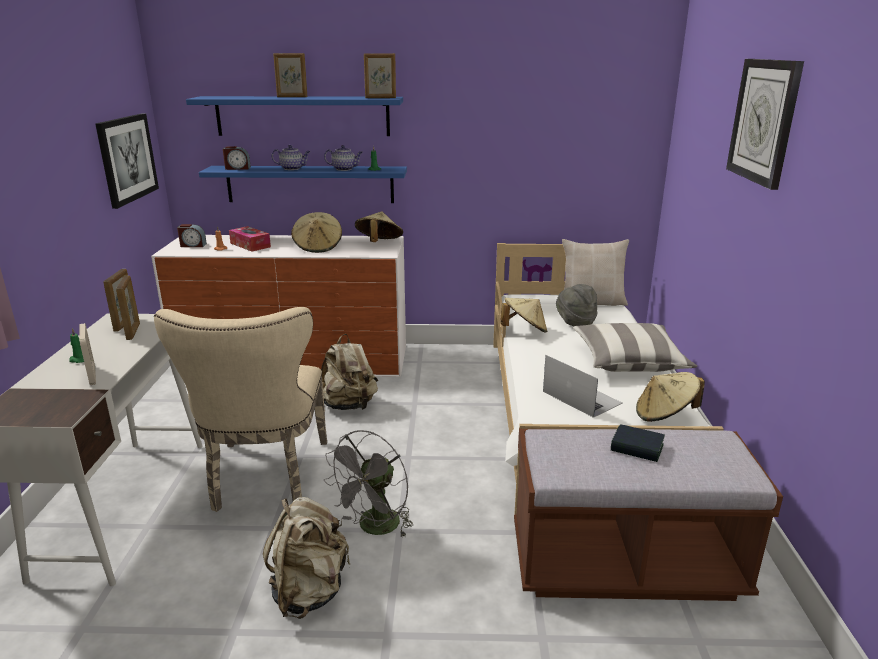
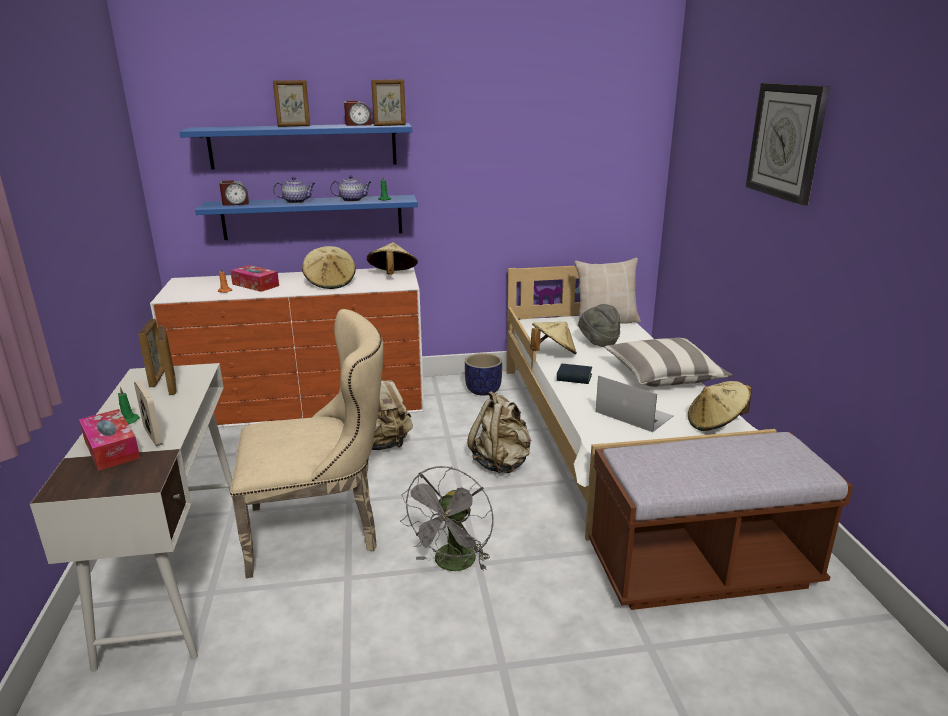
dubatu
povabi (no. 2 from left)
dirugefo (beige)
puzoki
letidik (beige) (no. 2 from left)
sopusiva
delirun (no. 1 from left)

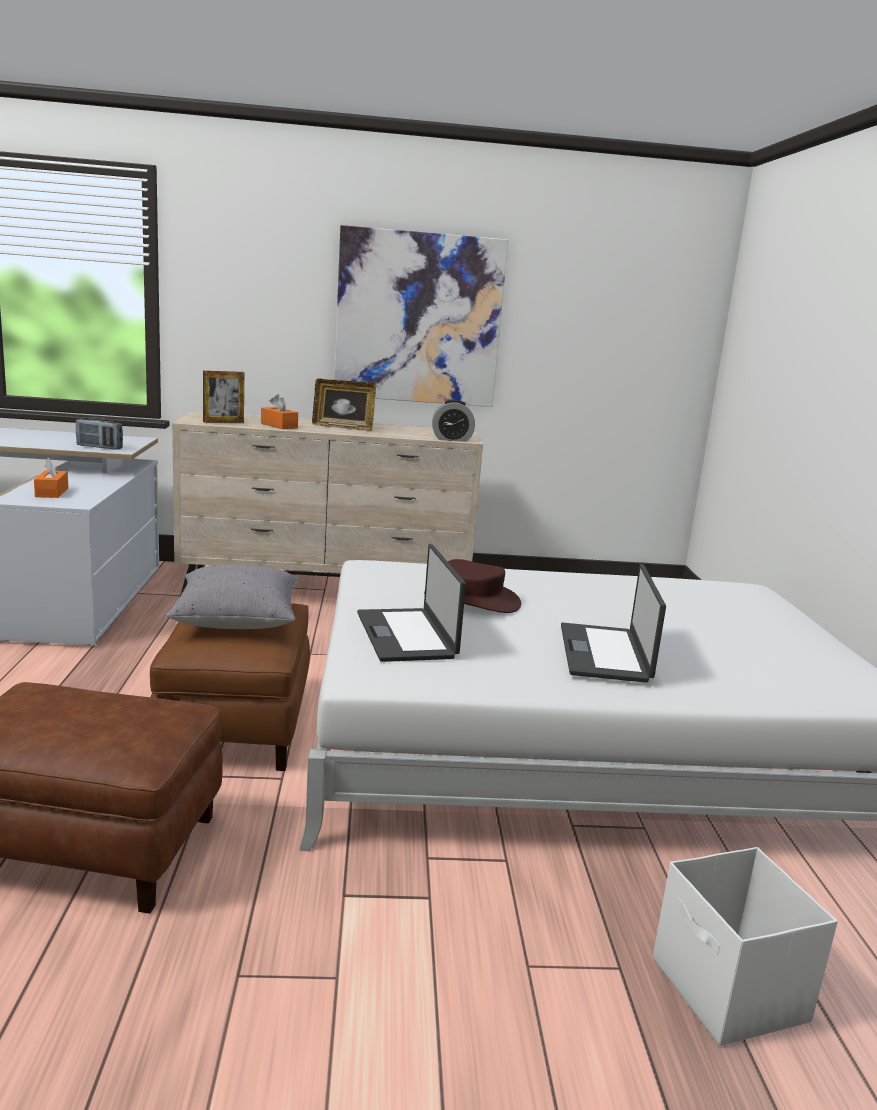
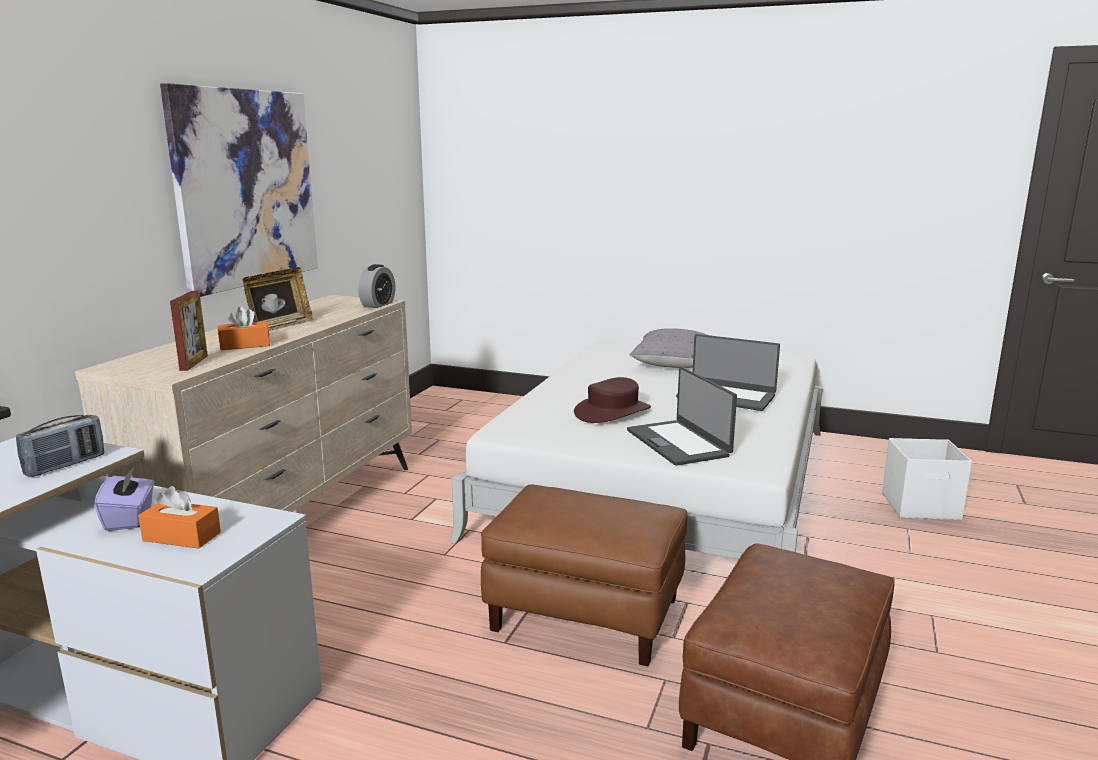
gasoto (no. 1 from left)
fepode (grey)
delirun (purple)

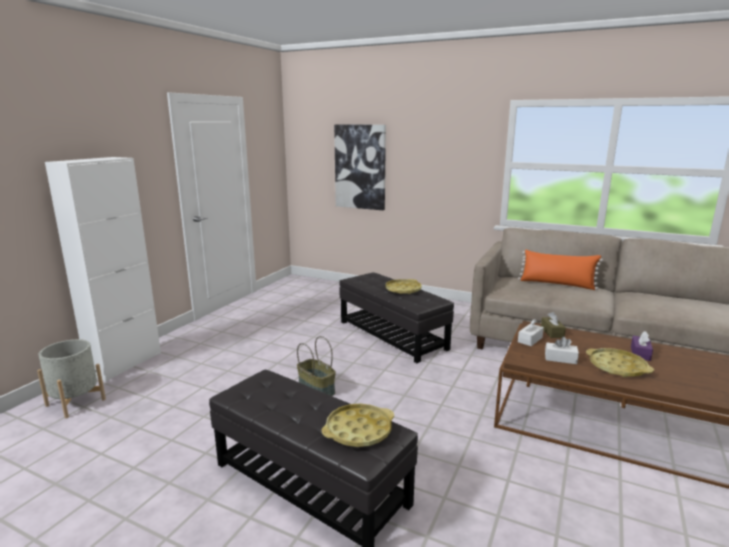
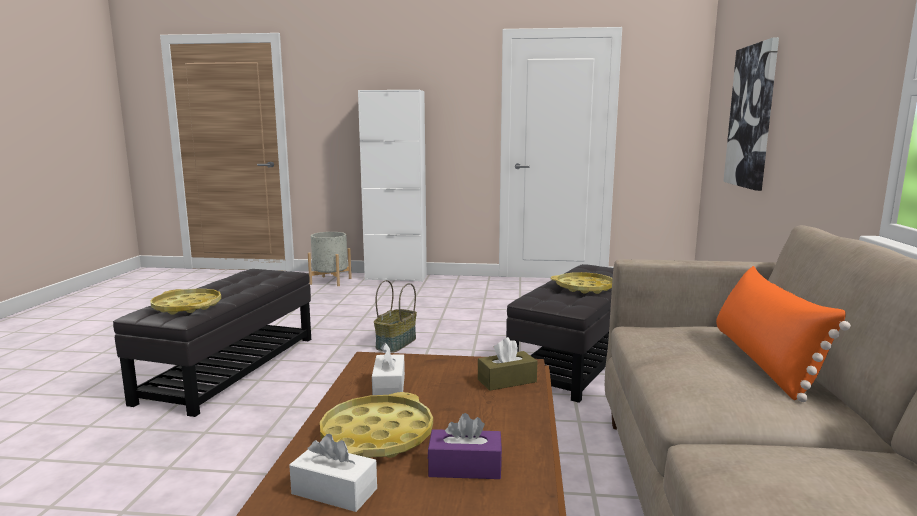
delirun (white) (no. 1 from left)

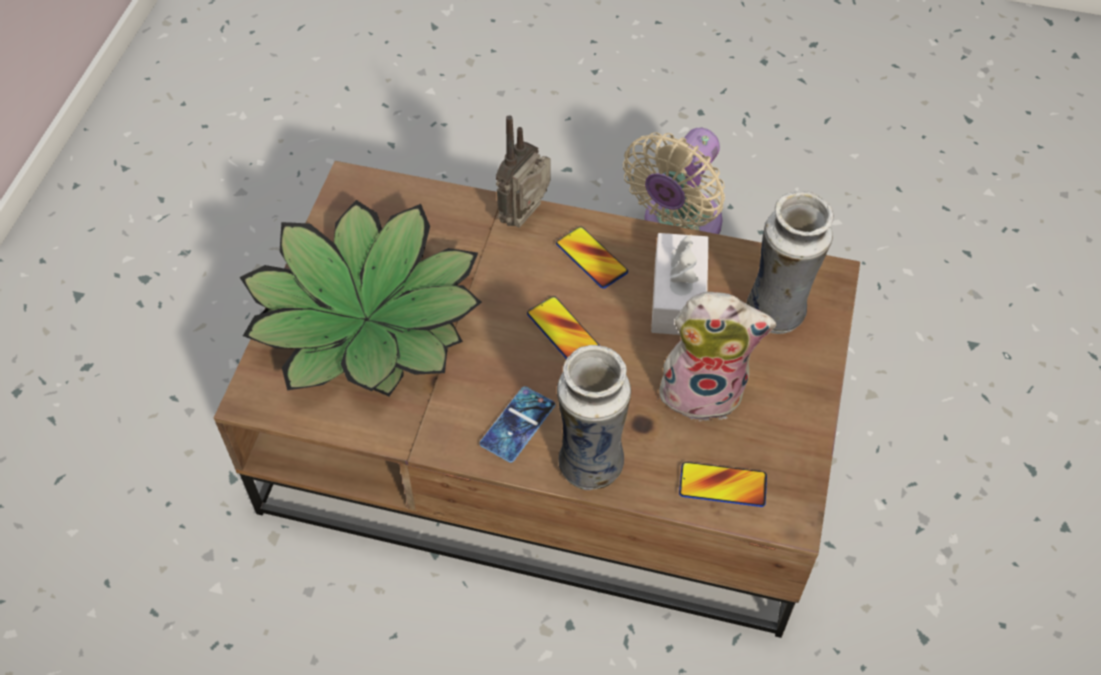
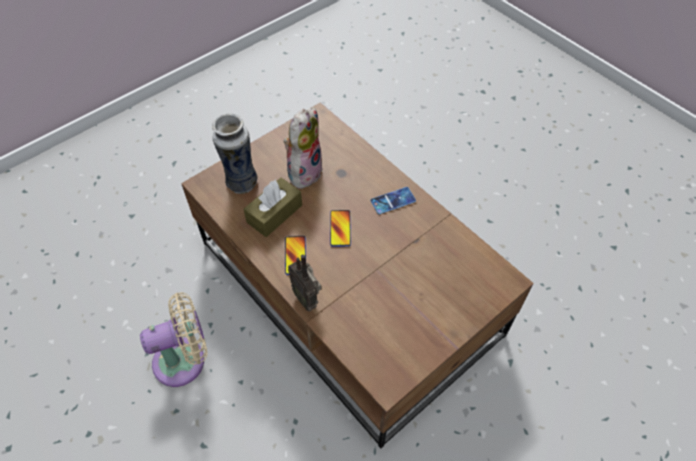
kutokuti
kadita
delirun (brown)
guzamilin
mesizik (no. 1 from left in the first image)
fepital (no. 4 from left in the first image)

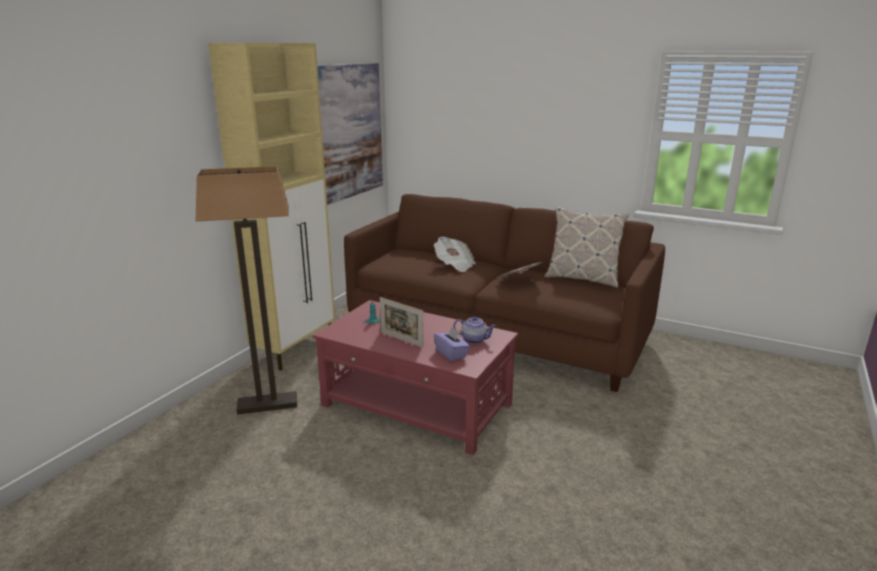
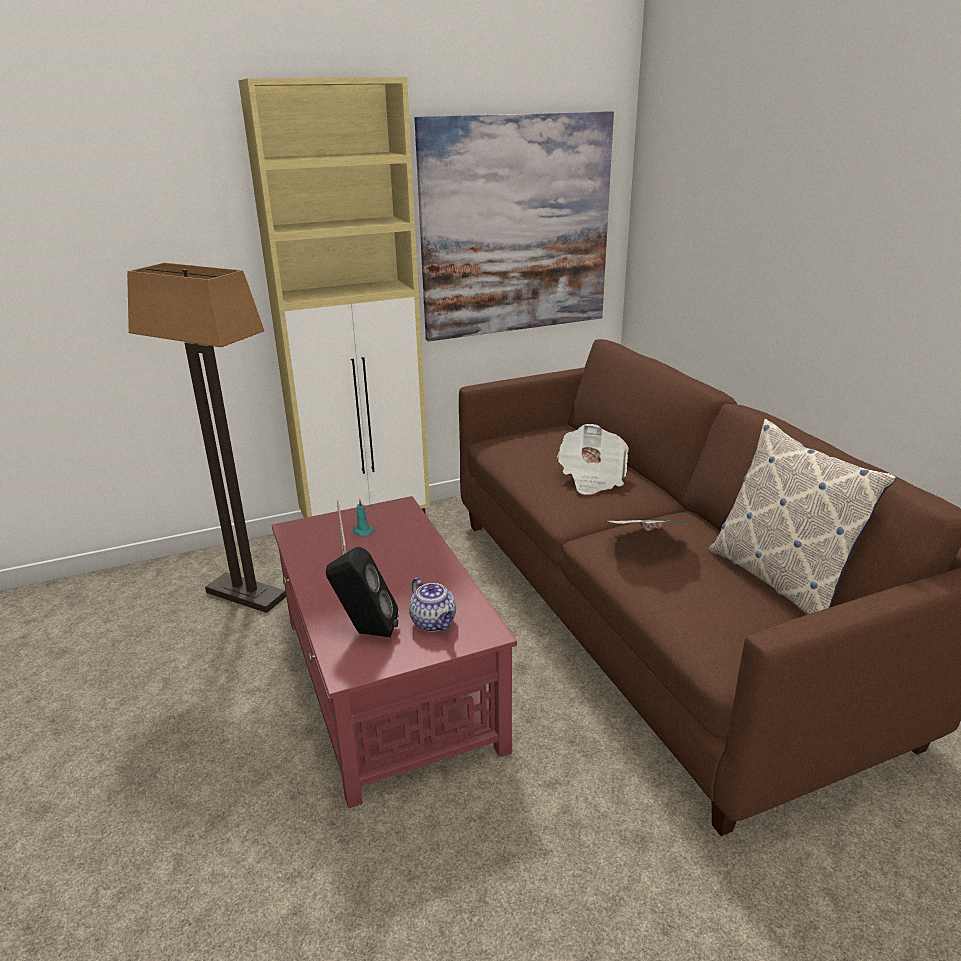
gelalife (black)

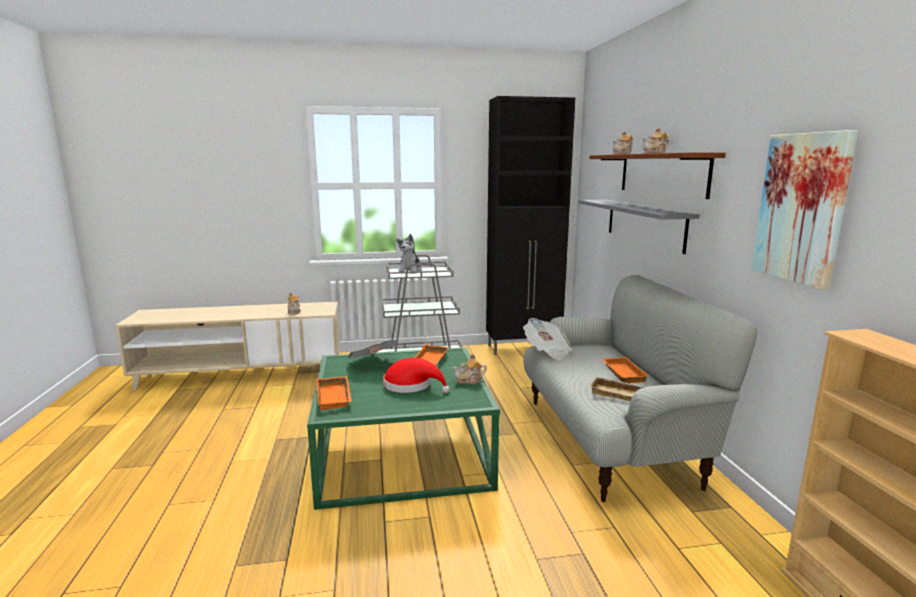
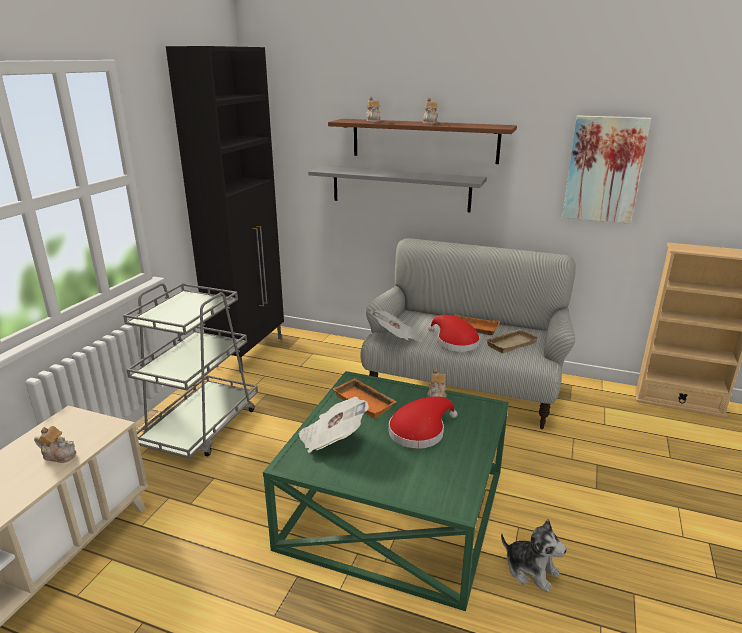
guzamilin
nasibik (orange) (no. 1 from left in the first image)
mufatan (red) (no. 2 from left)

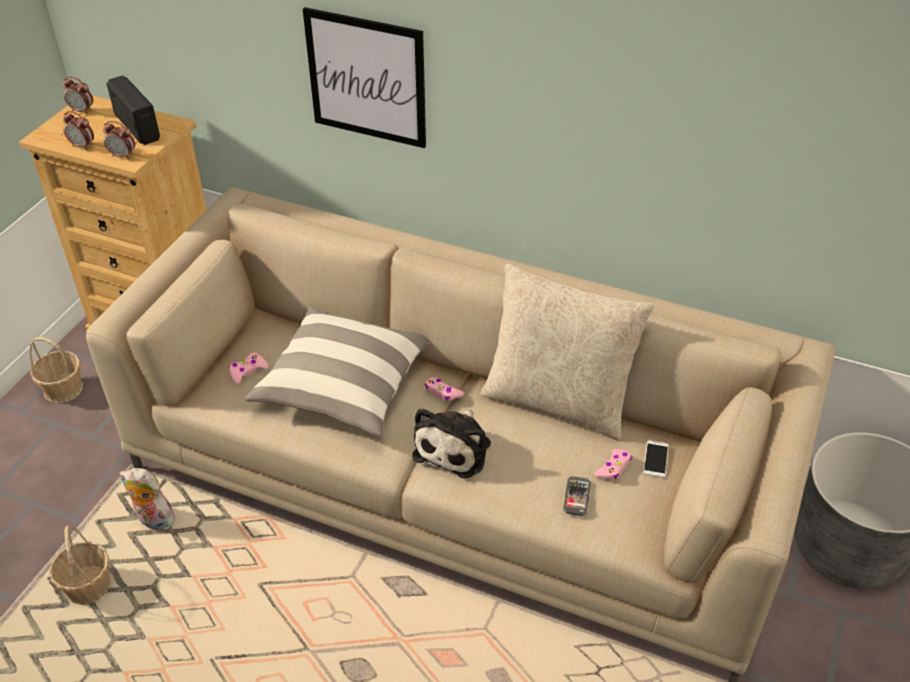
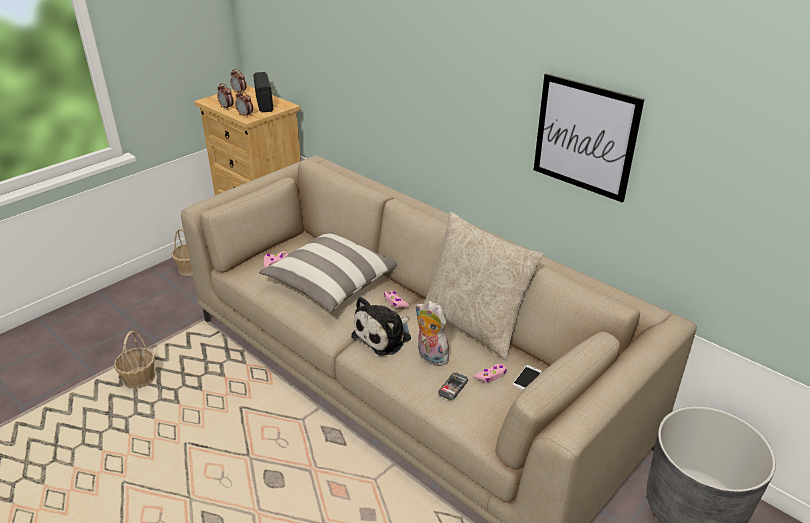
dubatu
guzamilin (no. 2 from left)

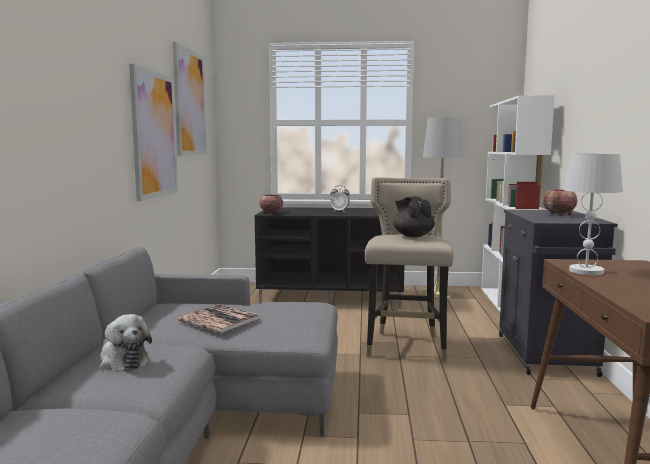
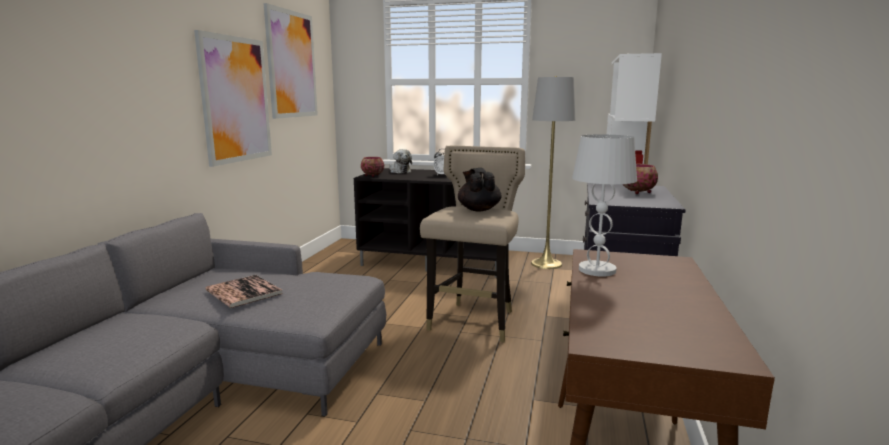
guzamilin

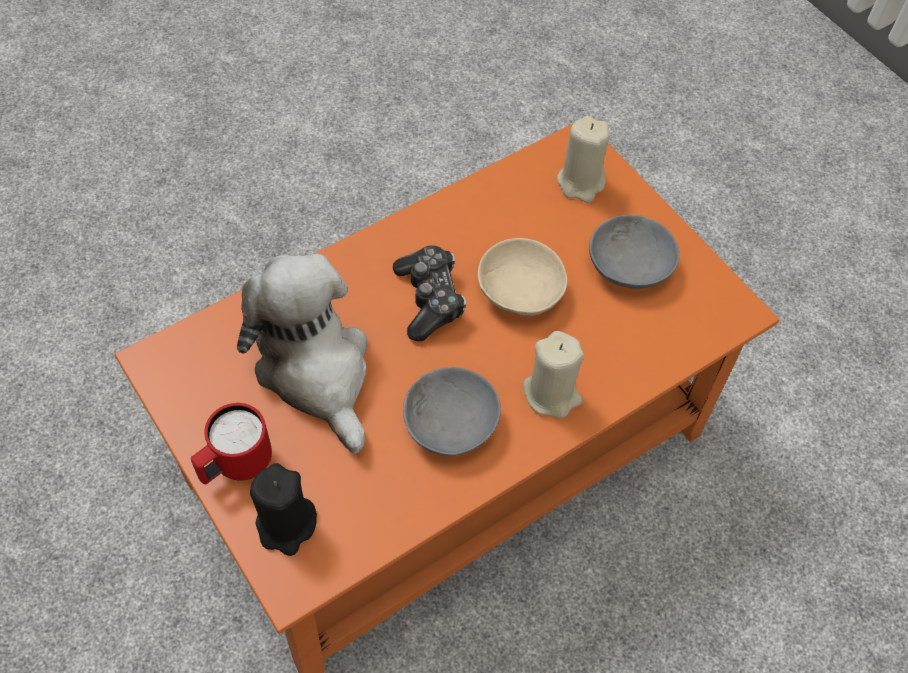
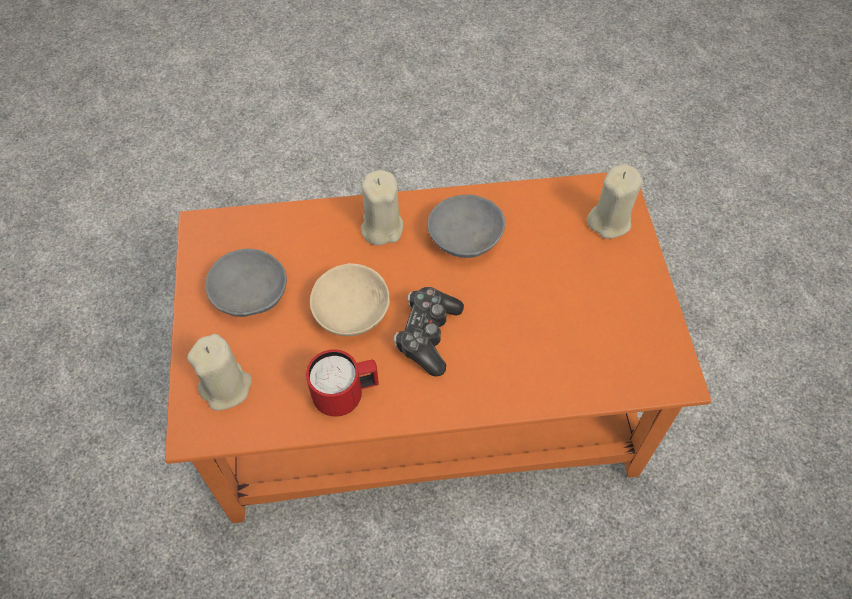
guzamilin
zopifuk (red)
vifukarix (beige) (no. 3 from left)

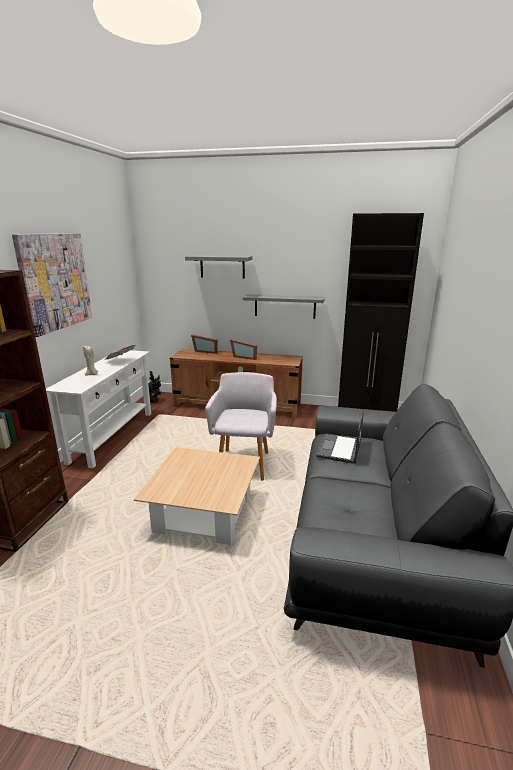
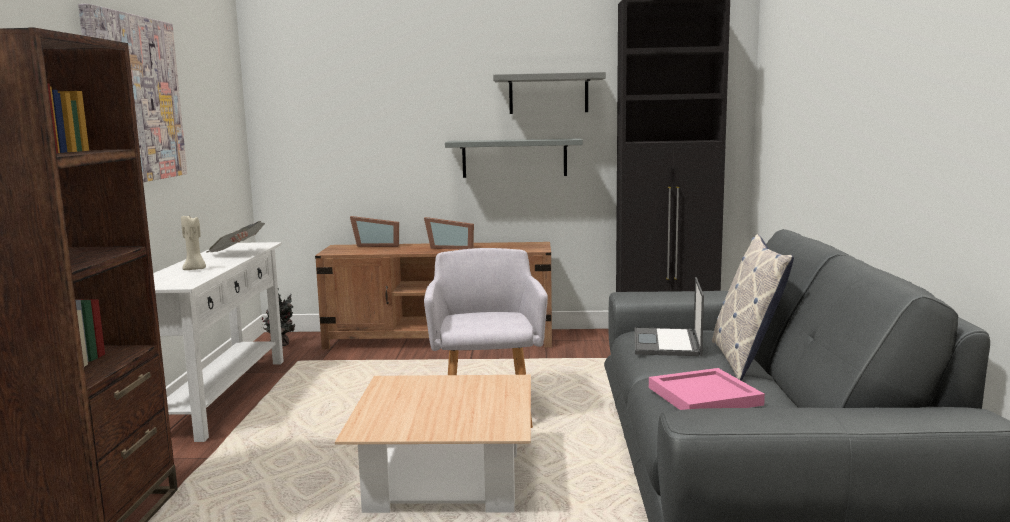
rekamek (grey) (no. 2 from left)
fepode
nasibik (pink)

